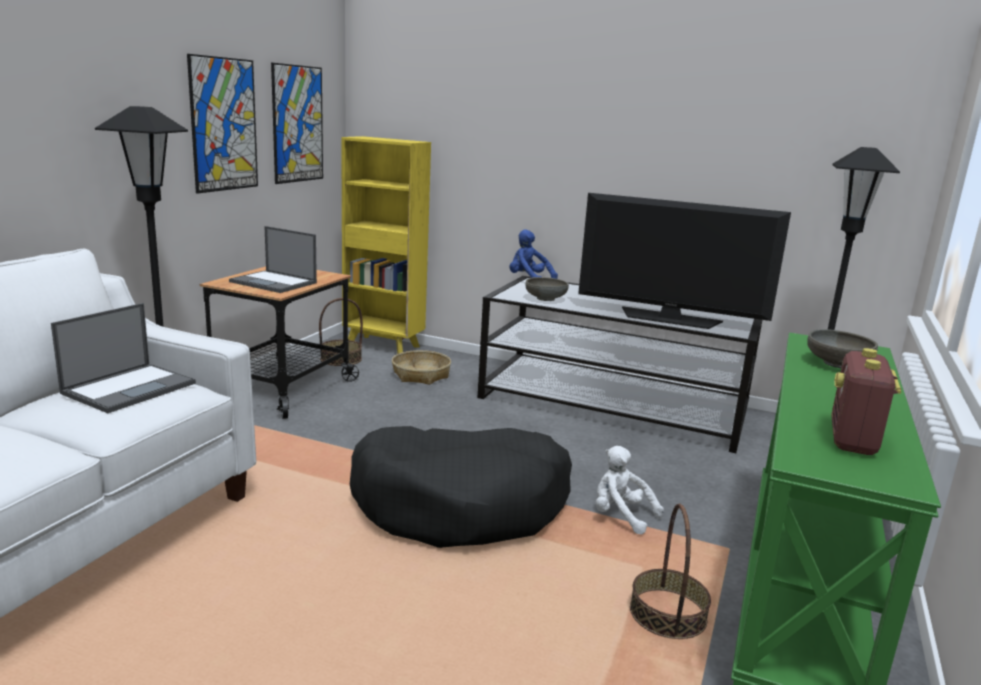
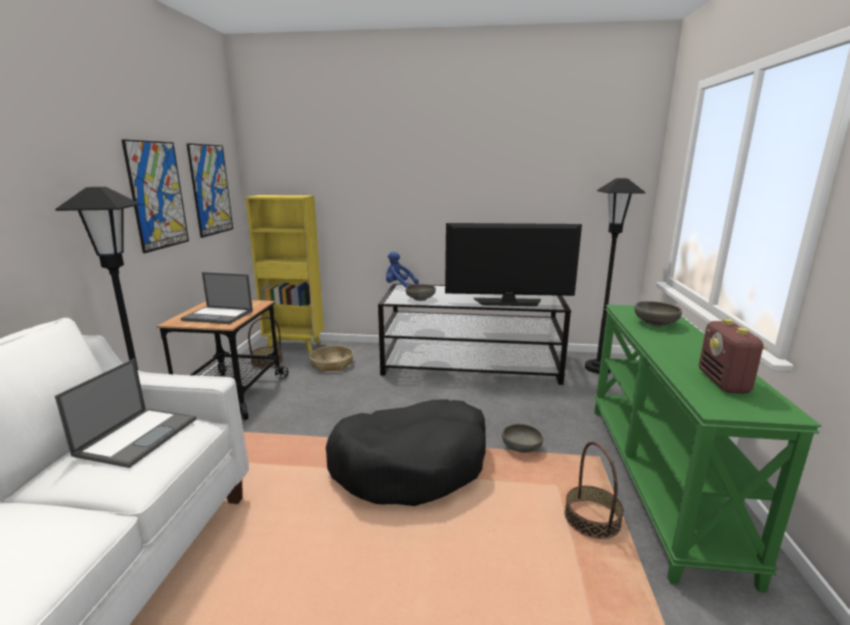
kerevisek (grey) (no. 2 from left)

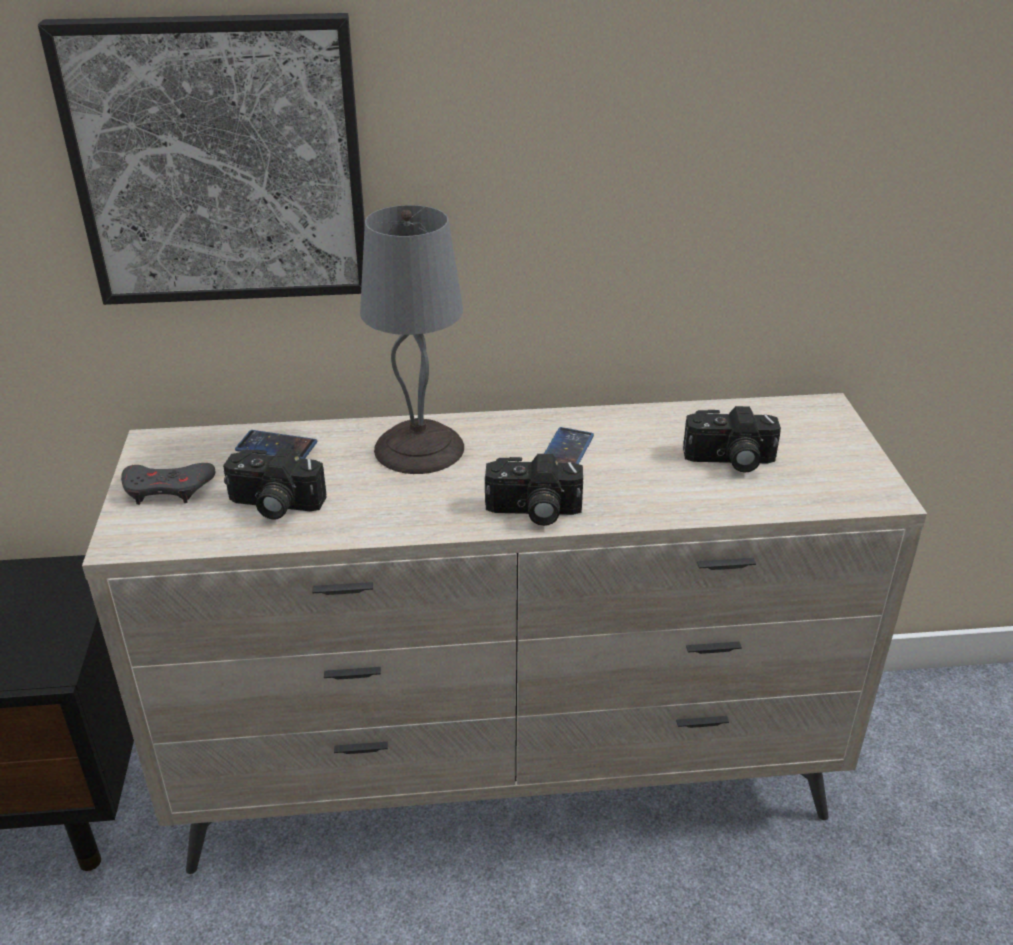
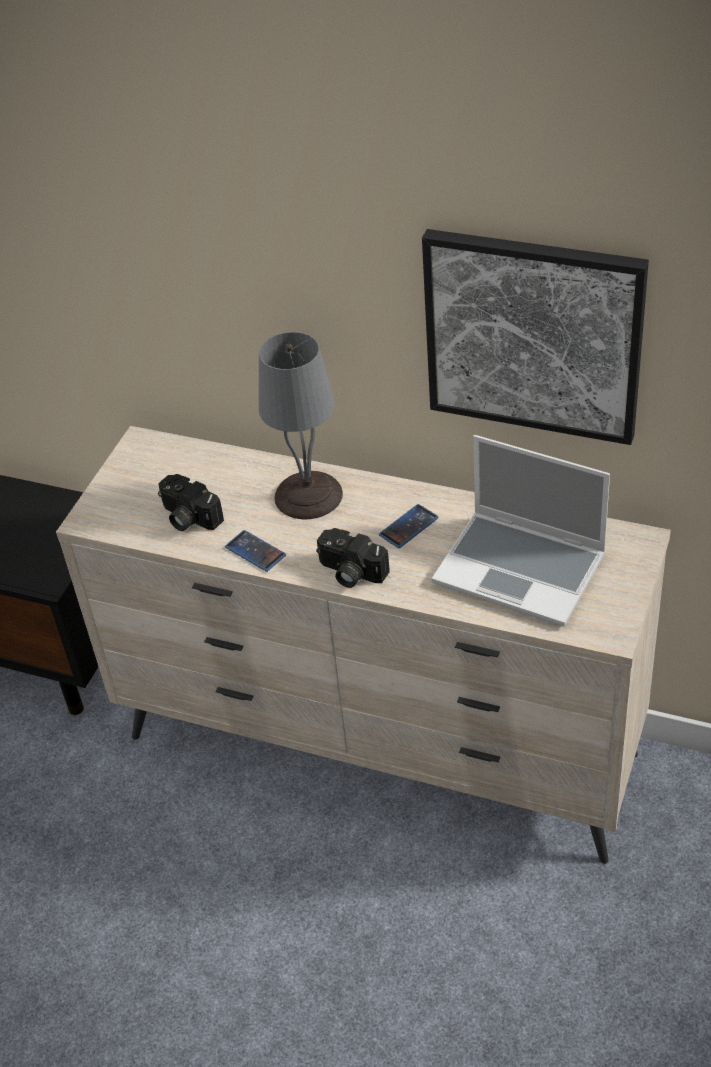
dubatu
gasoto
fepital (no. 1 from left)
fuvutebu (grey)

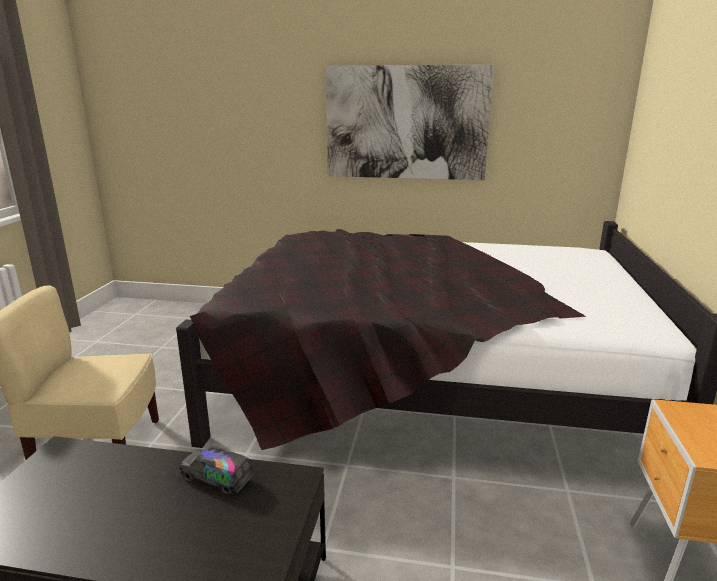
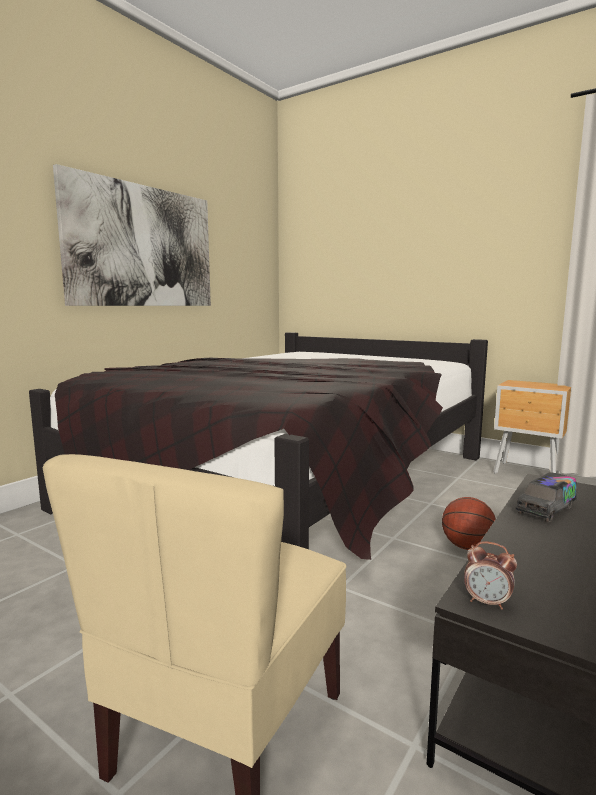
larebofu
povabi

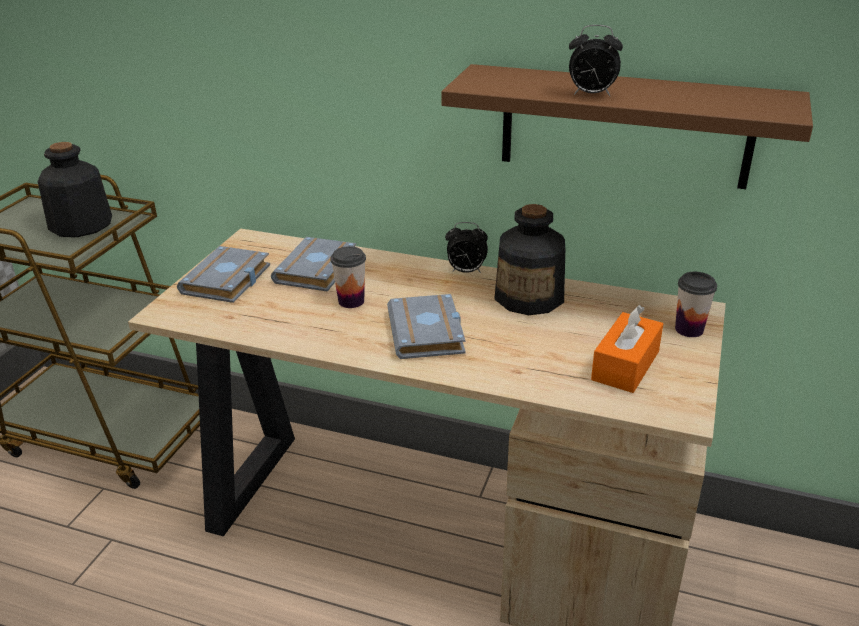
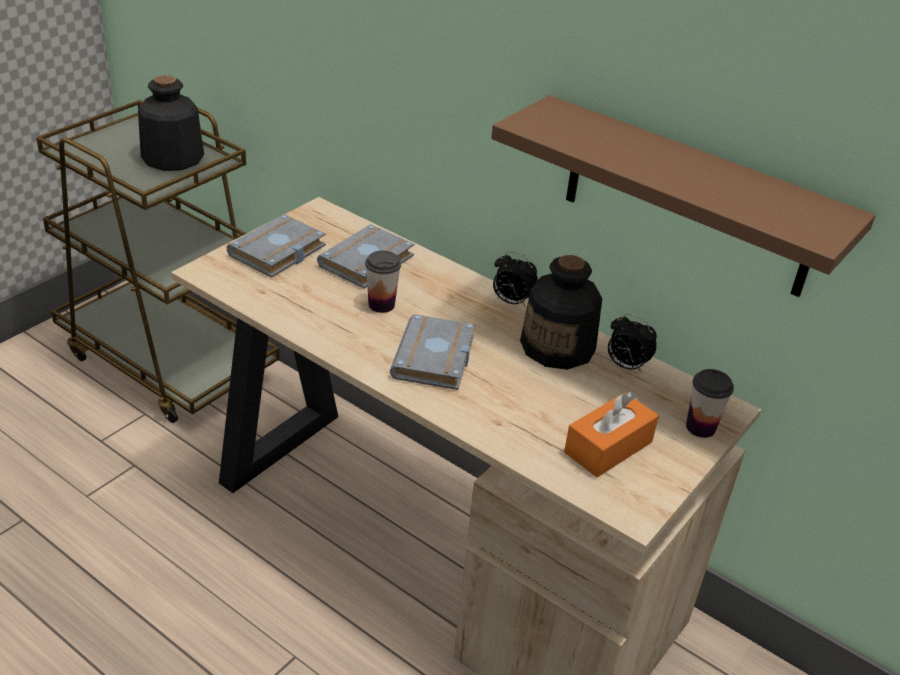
povabi (no. 2 from left)

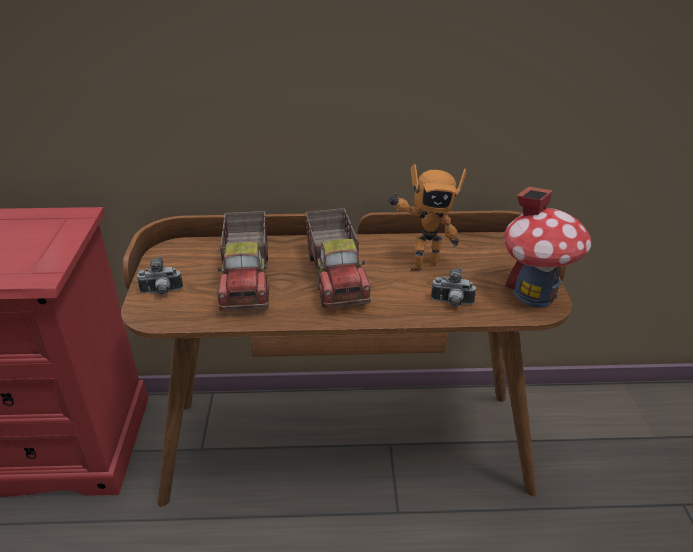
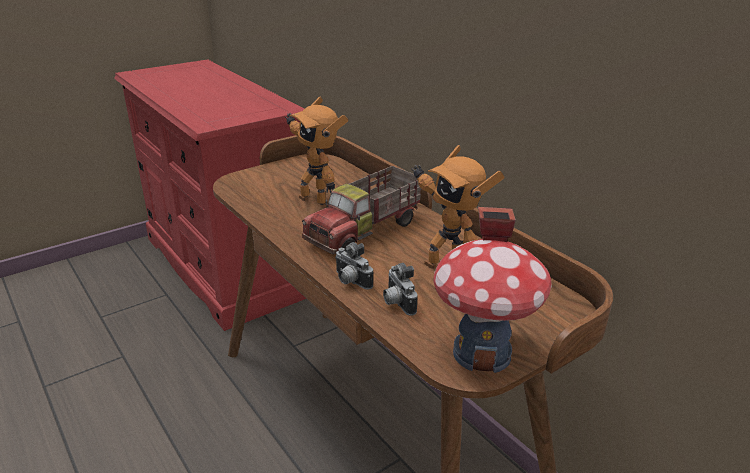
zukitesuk (no. 1 from left)
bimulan (no. 1 from left)

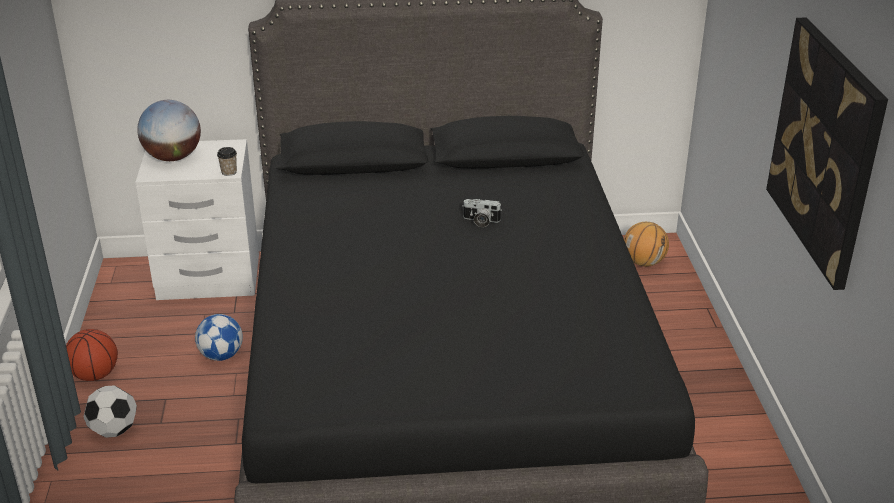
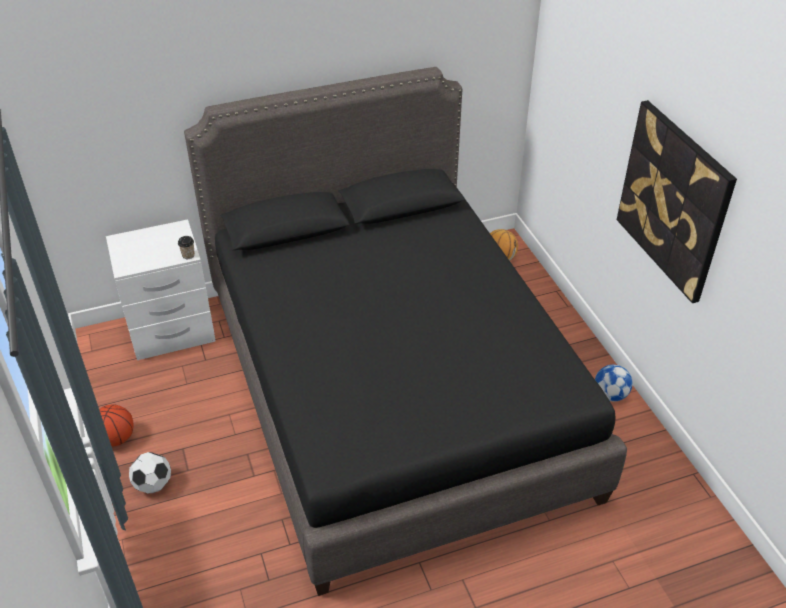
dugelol
bimulan
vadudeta (no. 2 from left)

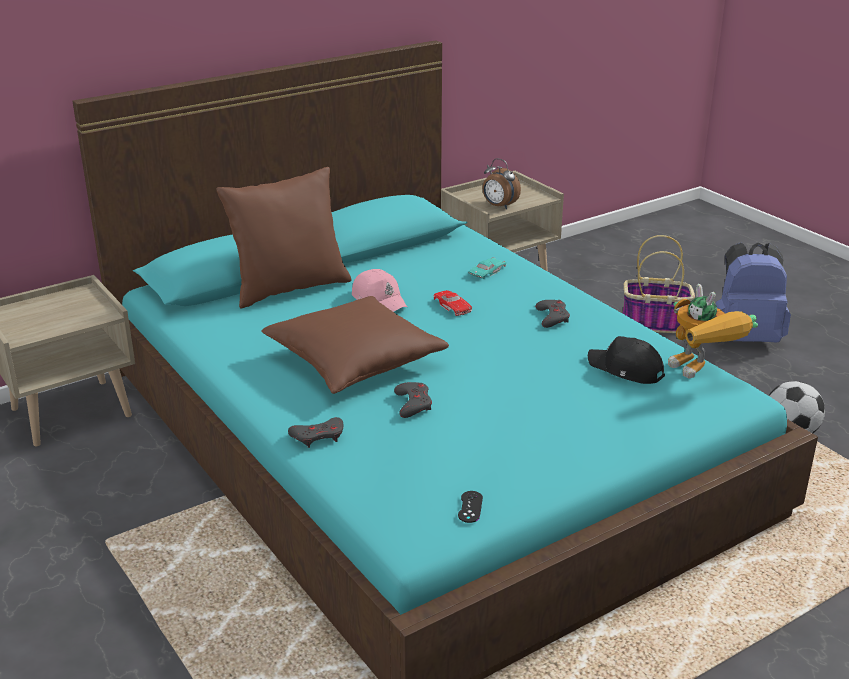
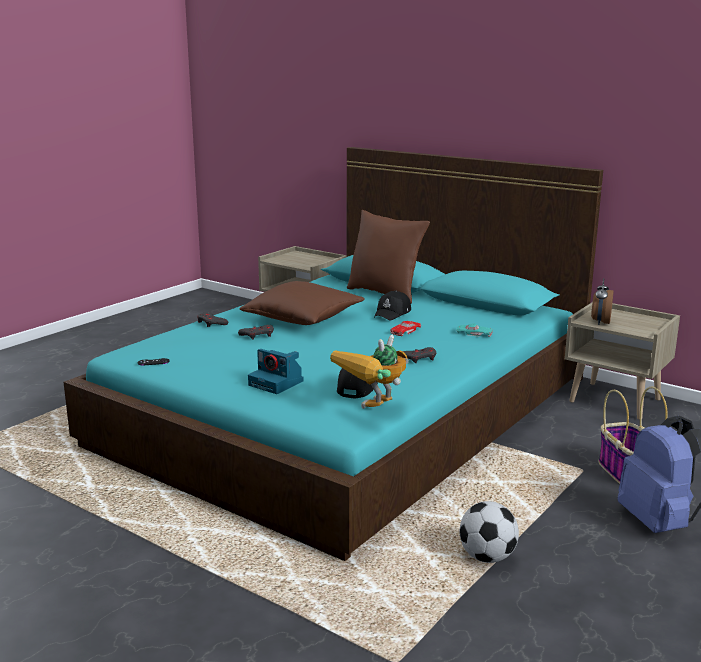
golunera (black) (no. 2 from left)
bimulan

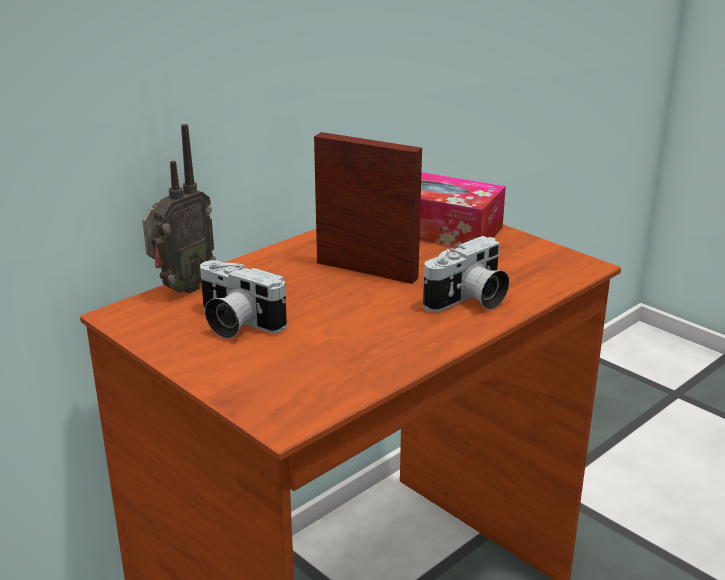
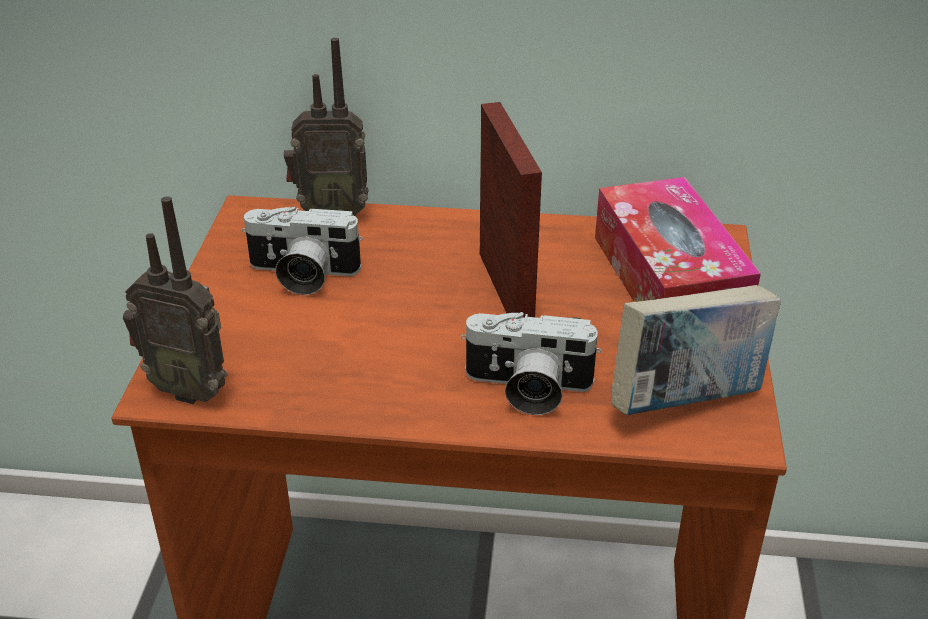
bimulan (no. 1 from left)
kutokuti (no. 1 from left)
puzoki

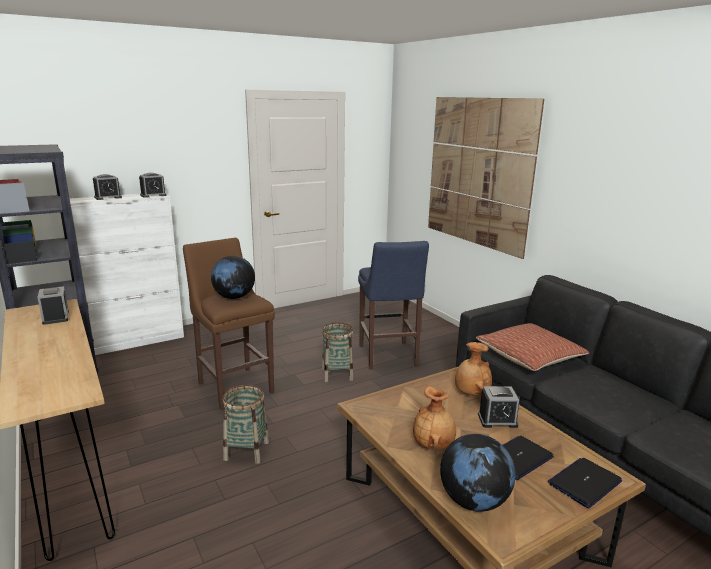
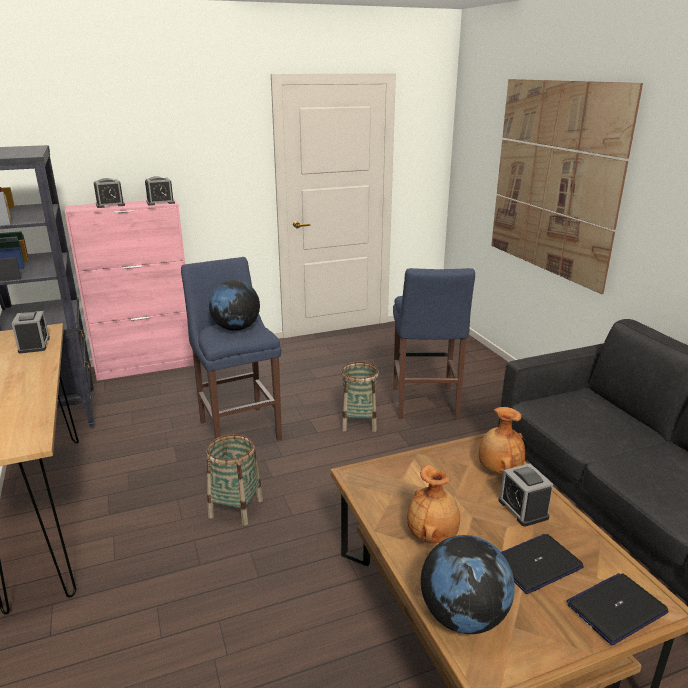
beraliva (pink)
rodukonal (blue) (no. 1 from left)
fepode
povabi (no. 4 from left)

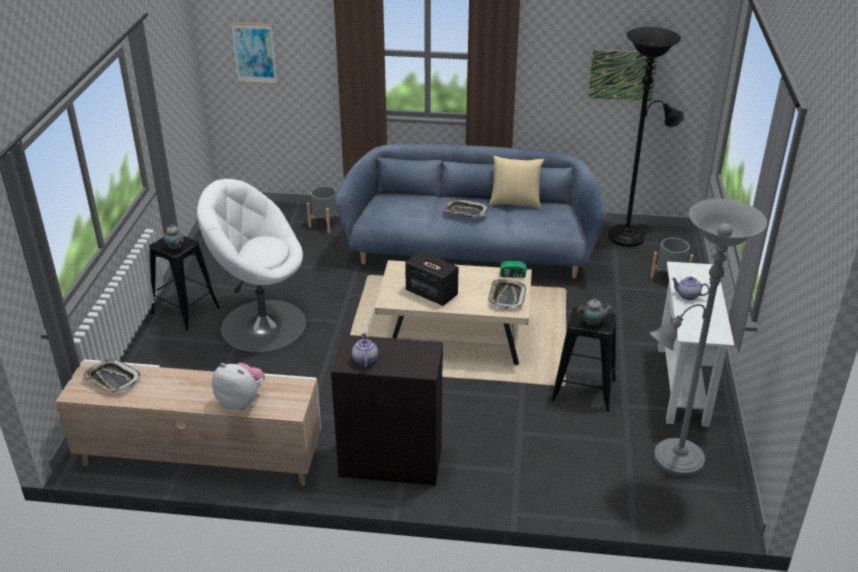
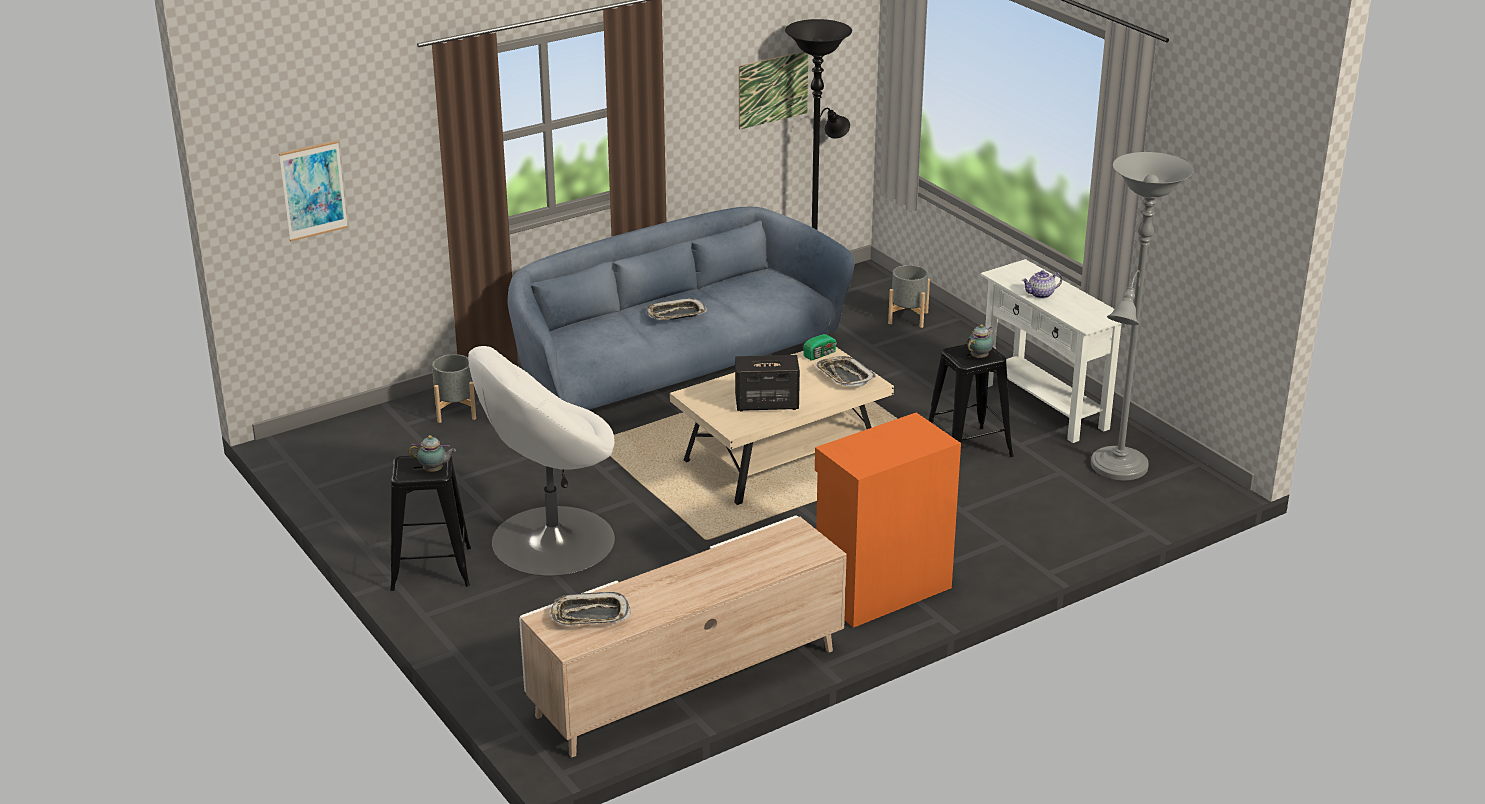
fepode
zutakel (no. 2 from left in the first image)
beraliva (orange)
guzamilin

